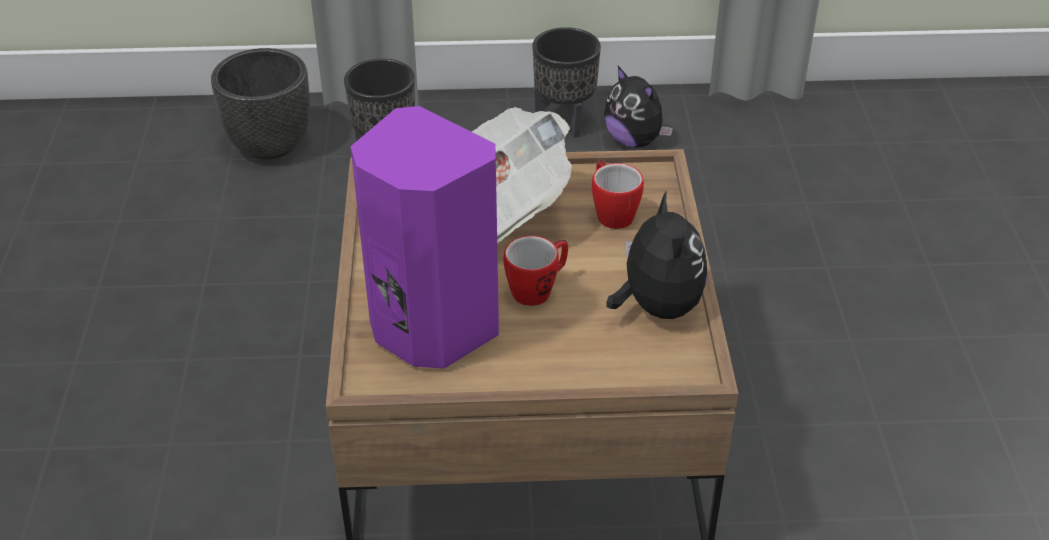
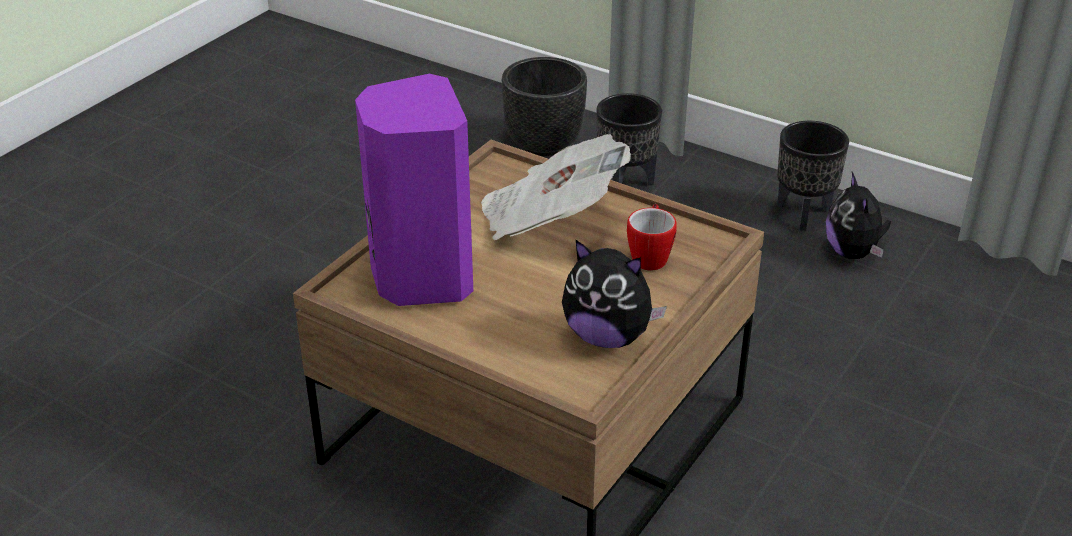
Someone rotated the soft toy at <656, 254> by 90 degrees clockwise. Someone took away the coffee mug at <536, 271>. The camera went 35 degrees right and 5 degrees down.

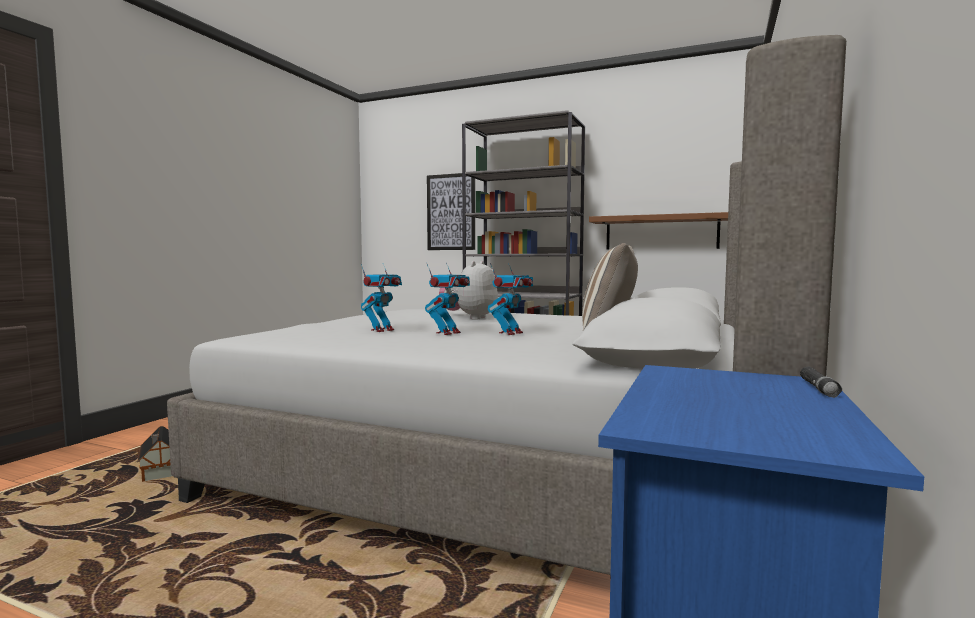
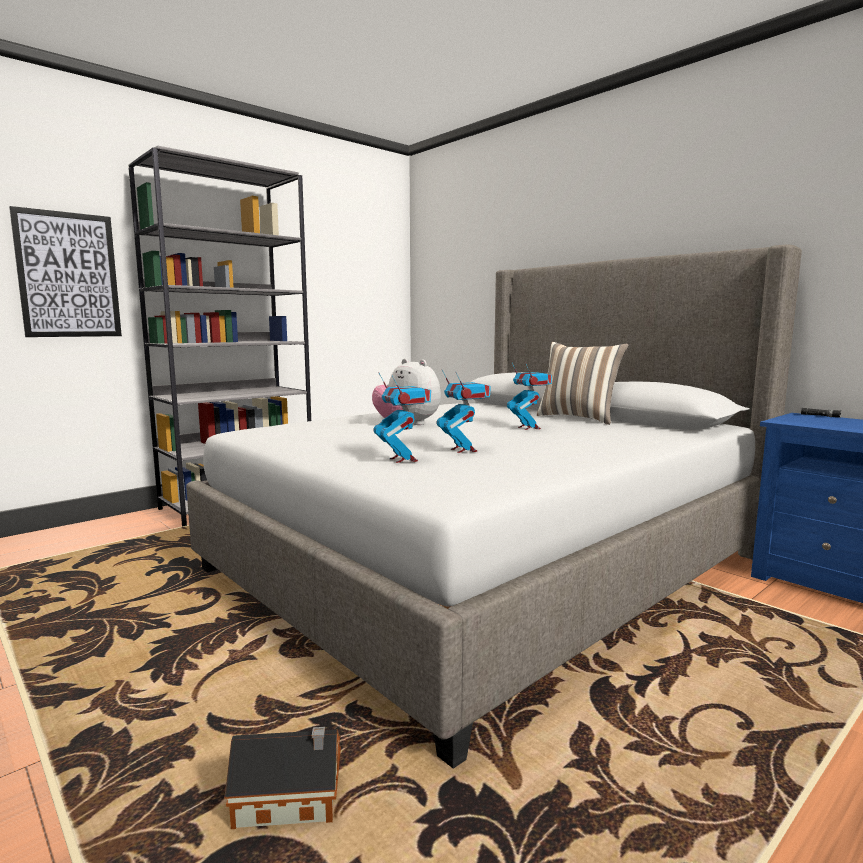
Someone carried the robot figure from <447, 299> to <402, 417>. Someone took away the wall shelf (brown) at <658, 230>. The camera went 65 degrees left and 5 degrees up.

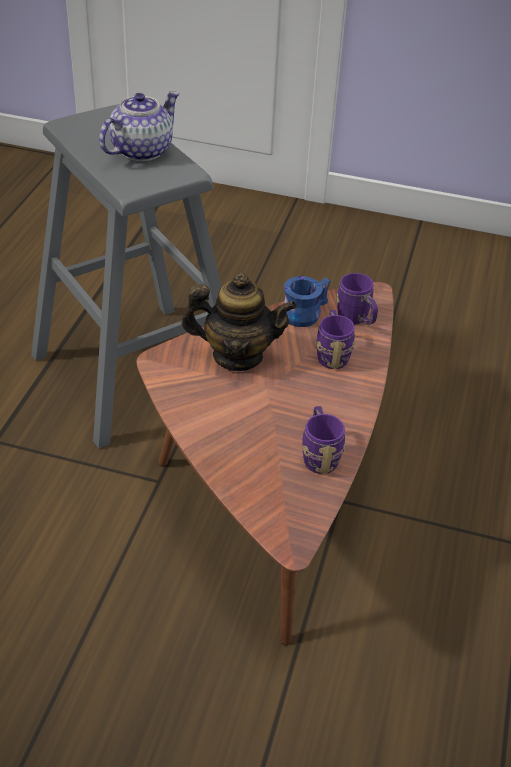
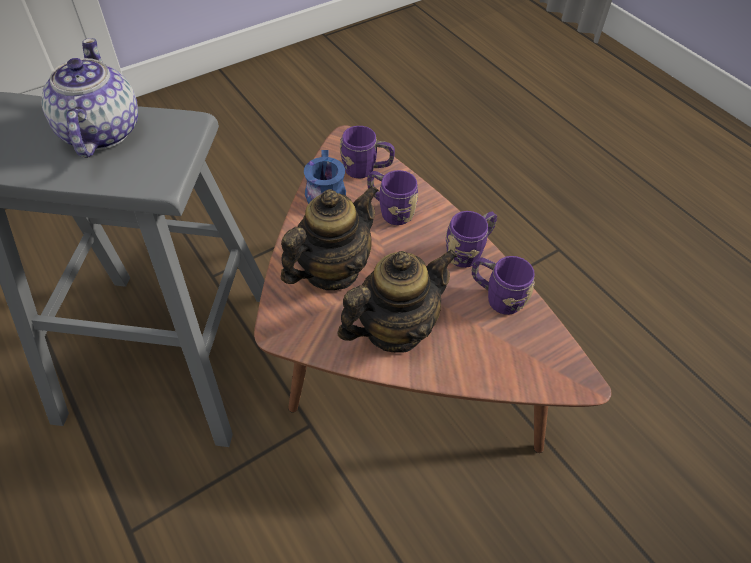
Someone put down the teapot at <398, 300>. Someone put down the coffee mug (purple) at <471, 239>. The camera went 50 degrees left and 10 degrees up.

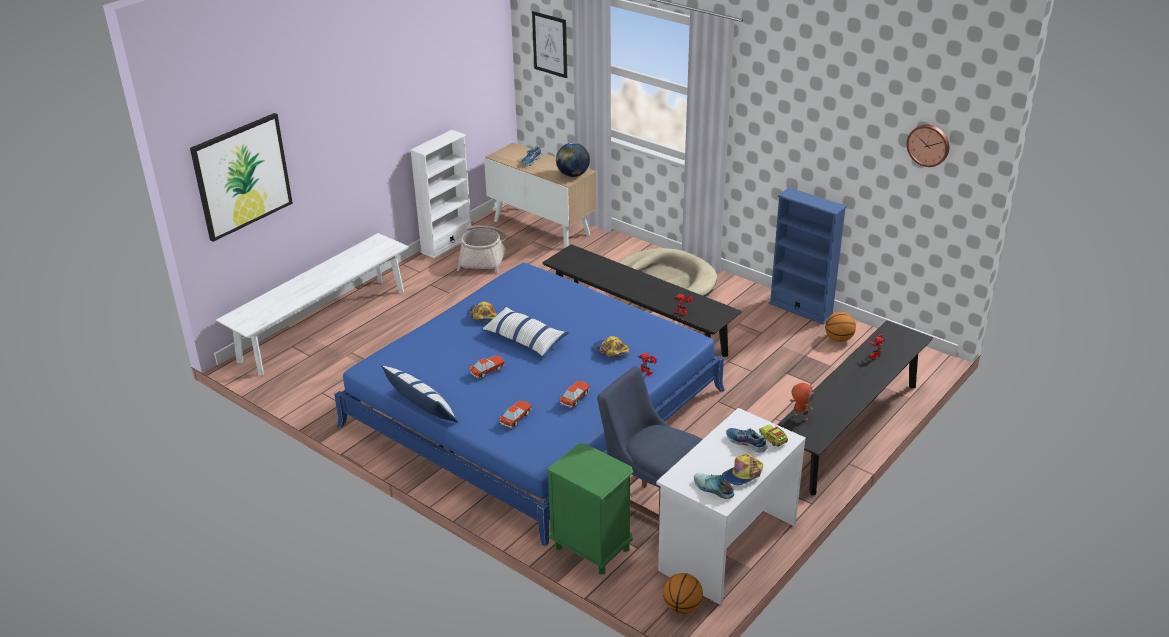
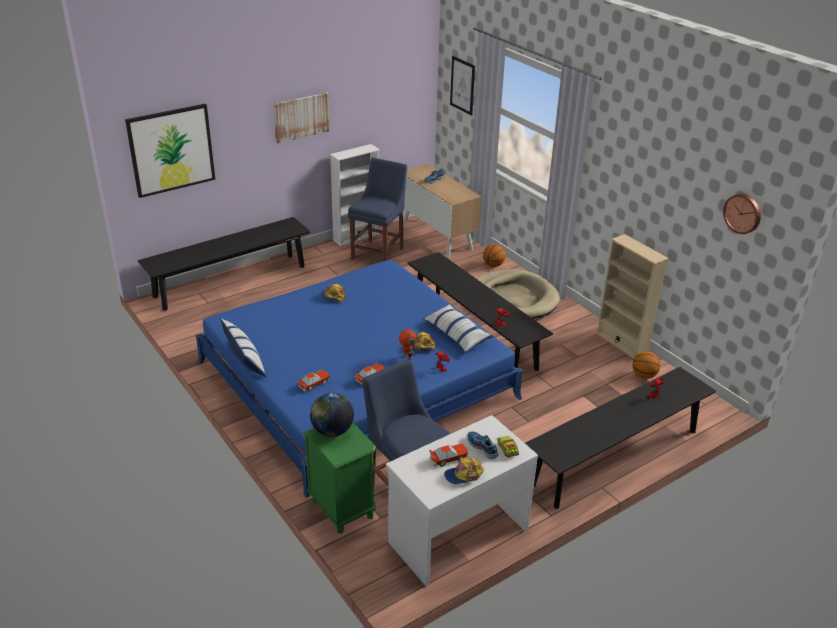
Someone repainted the bench (white-coloured) at <312, 304>, which became the bench (black) at <224, 264>. Someone put up the wall art at <301, 118>. Someone carried the desk globe from <573, 160> to <332, 415>. Someone swapped the basket at <482, 249> for the upright chair (bluish) at <377, 209>. Someone carried the robot figure from <802, 402> to <407, 345>. Someone carried the throw pillow from <524, 332> to <459, 328>. Someone carried the model car from <487, 367> to <448, 455>. Someone carried the basketball from <683, 593> to <494, 255>. Someone repainted the shelving unit (bluish) at <808, 256>, which became the shelving unit (beige) at <632, 296>. Someone took away the item of footwear at <714, 486>. The camera went 15 degrees right and 0 degrees up.

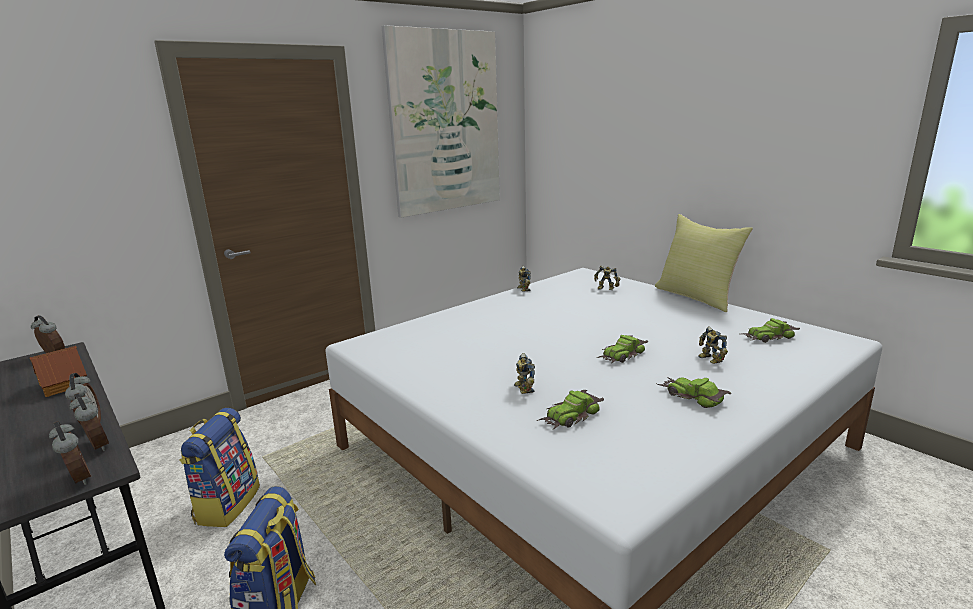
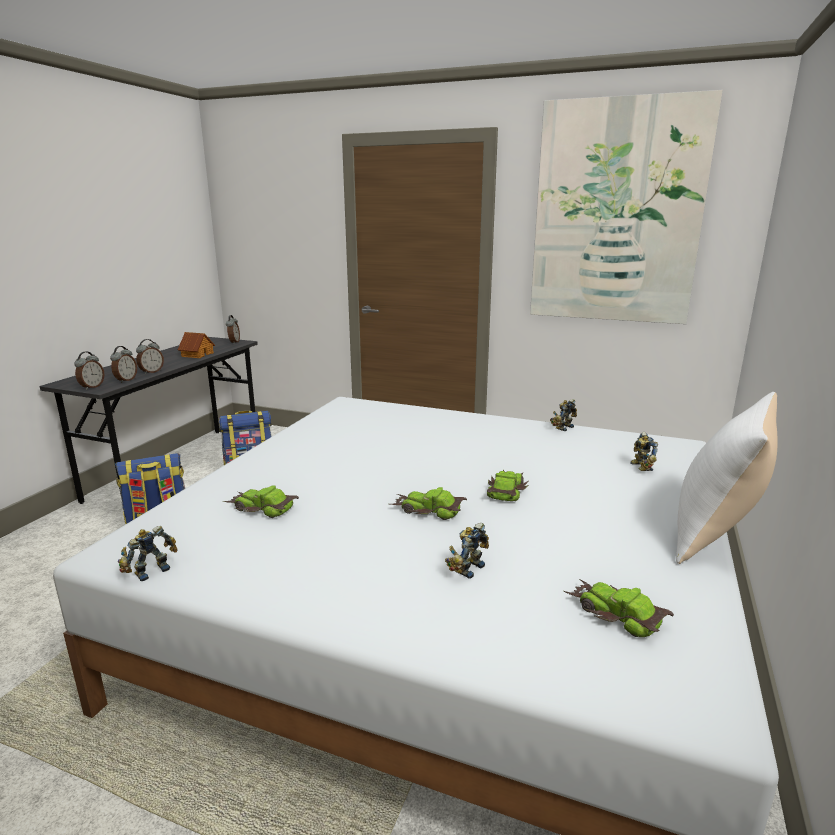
Someone carried the robot figure from <524, 373> to <148, 553>. Someone carried the model car from <694, 392> to <507, 485>. Someone repainted the throw pillow (yellow) at <704, 263>, which became the throw pillow (white-coloured) at <727, 478>. The camera went 60 degrees right and 0 degrees up.

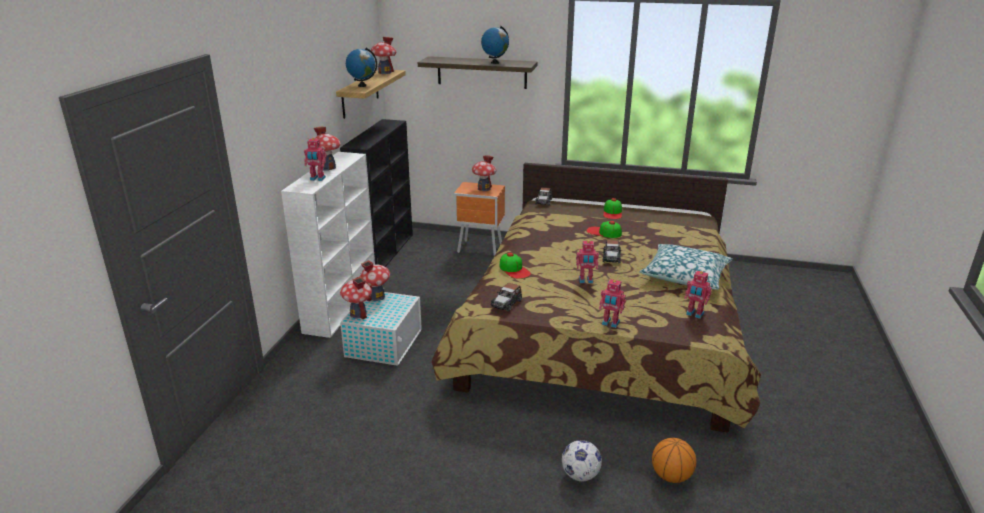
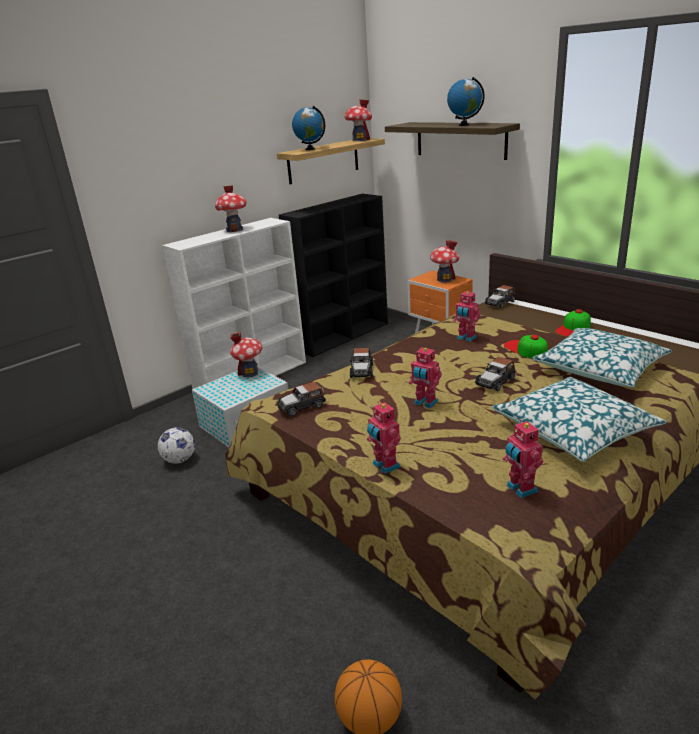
Someone carried the ball for football from <582, 461> to <176, 445>. Someone swapped the cap at <515, 266> for the model car at <361, 363>. Someone carried the robot figure from <315, 159> to <466, 316>. Someone put down the throw pillow at <602, 357>. Someone took away the miniature house at <356, 297>. The camera went 35 degrees right and 0 degrees up.

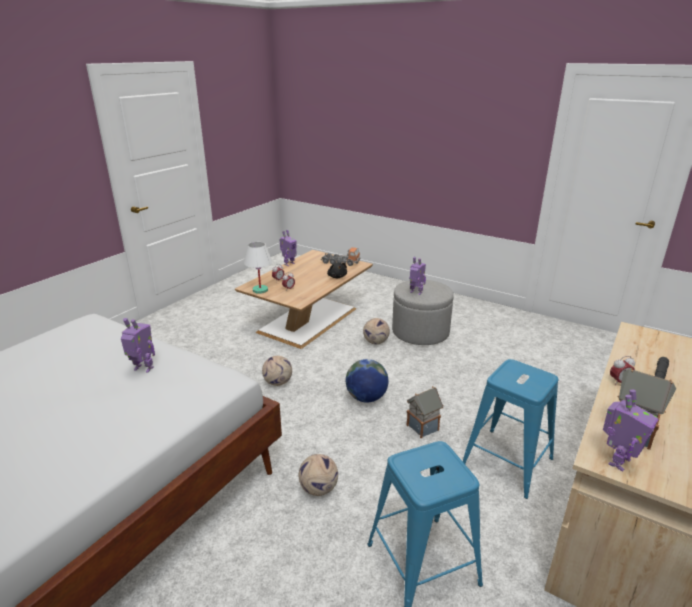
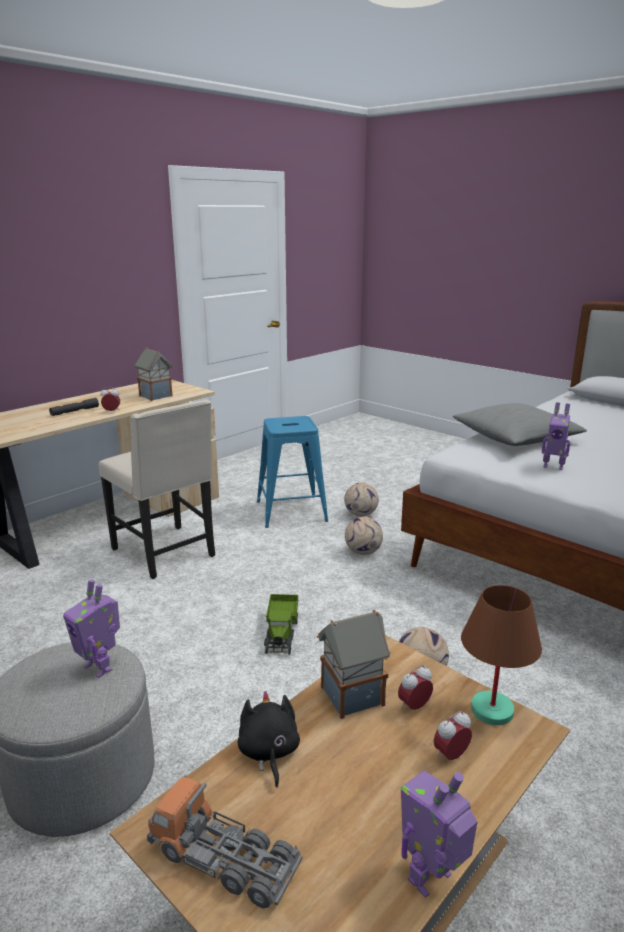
Someone swapped the sitting stool (bluish) at <511, 429> for the upright chair (beige) at <157, 489>. Someone swapped the desk globe at <367, 381> for the toy truck at <281, 624>. Someone carried the miniature house from <425, 412> to <354, 664>. Someone carried the ball for football from <376, 331> to <361, 500>. Someone put down the throw pillow (grey) at <520, 424>. Someone repainted the tabletop lamp (white-coloured) at <258, 268>, which became the tabletop lamp (brown) at <501, 655>. Someone took away the robot figure at <631, 430>. The camera went 170 degrees left and 5 degrees down.

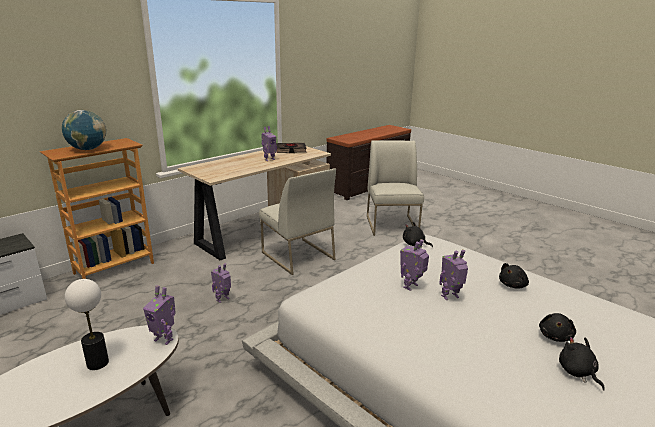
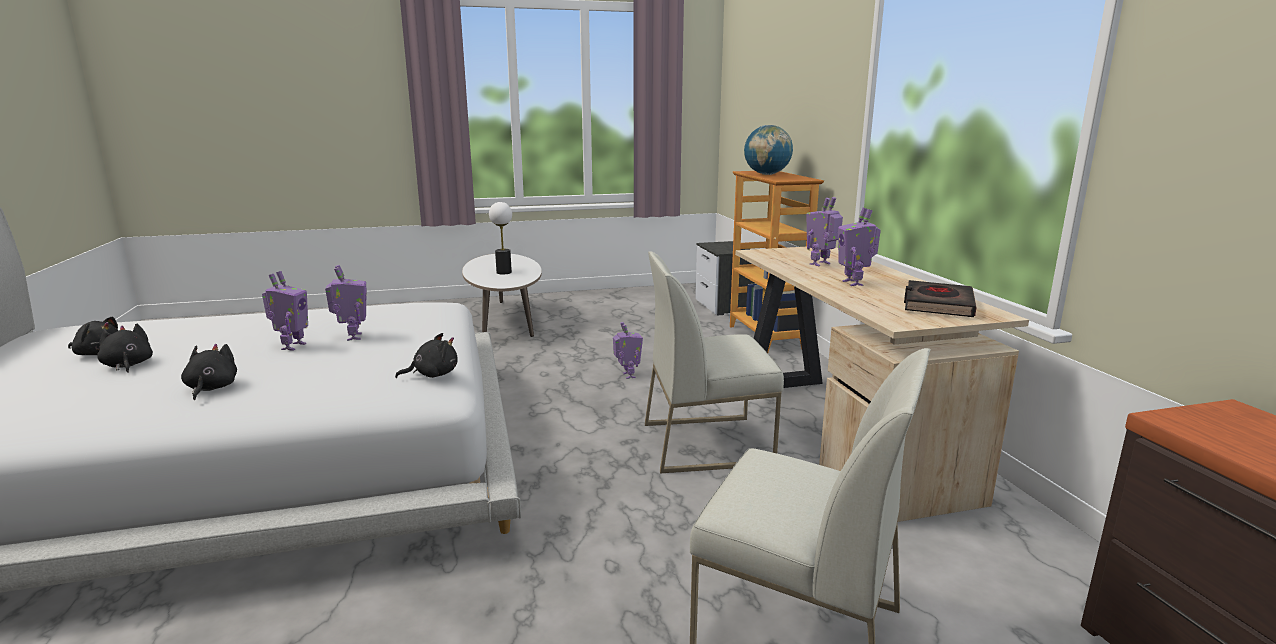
Someone carried the robot figure from <159, 315> to <824, 231>. The camera went 120 degrees right and 5 degrees down.

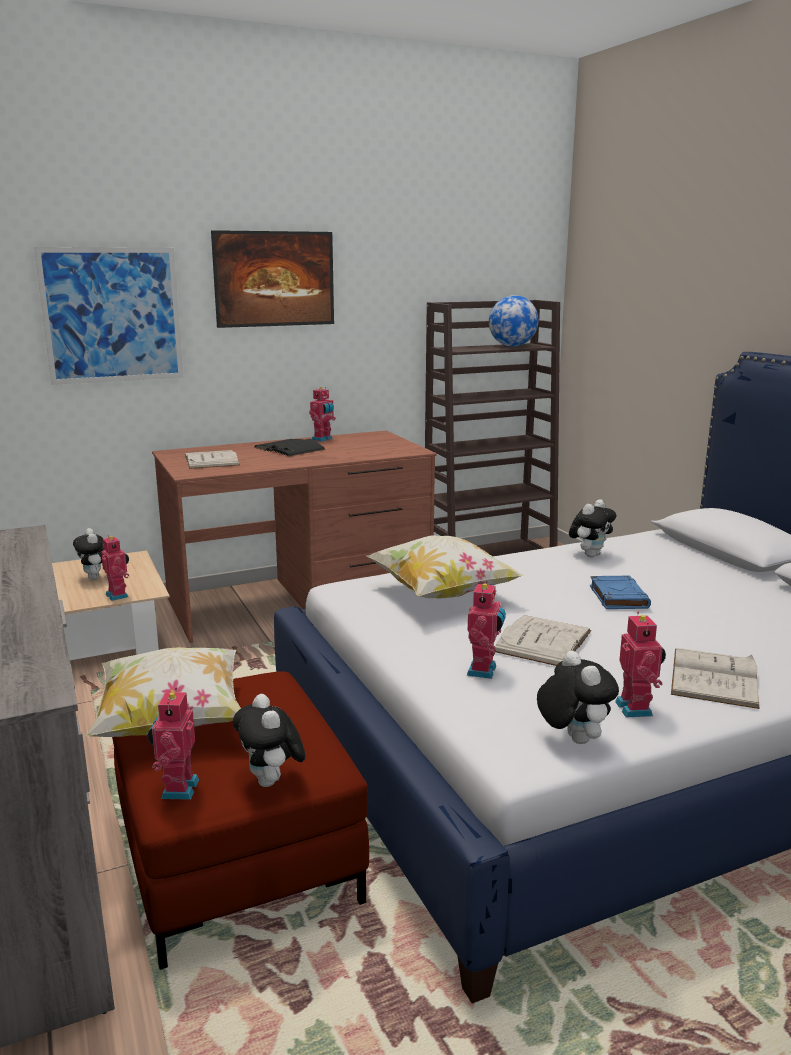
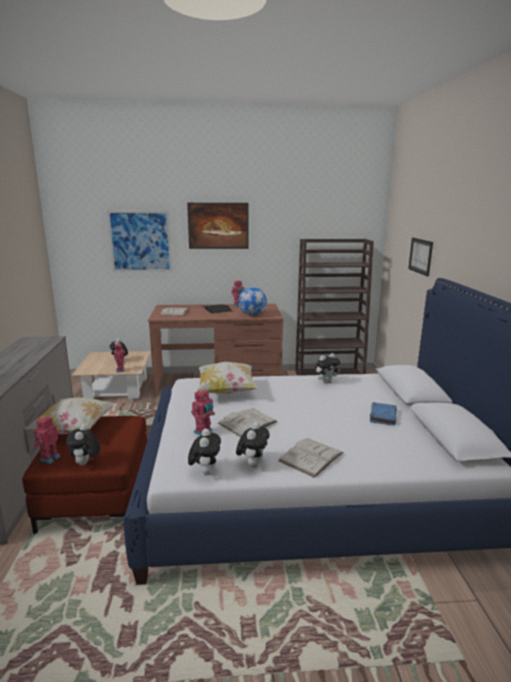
Someone swapped the robot figure at <640, 665> for the soft toy at <253, 445>. Someone carried the desk globe from <514, 321> to <252, 301>. Someone carried the volume (bluish) from <620, 592> to <383, 414>. Someone put up the wall art at <420, 257>. The camera went 20 degrees right and 0 degrees up.

